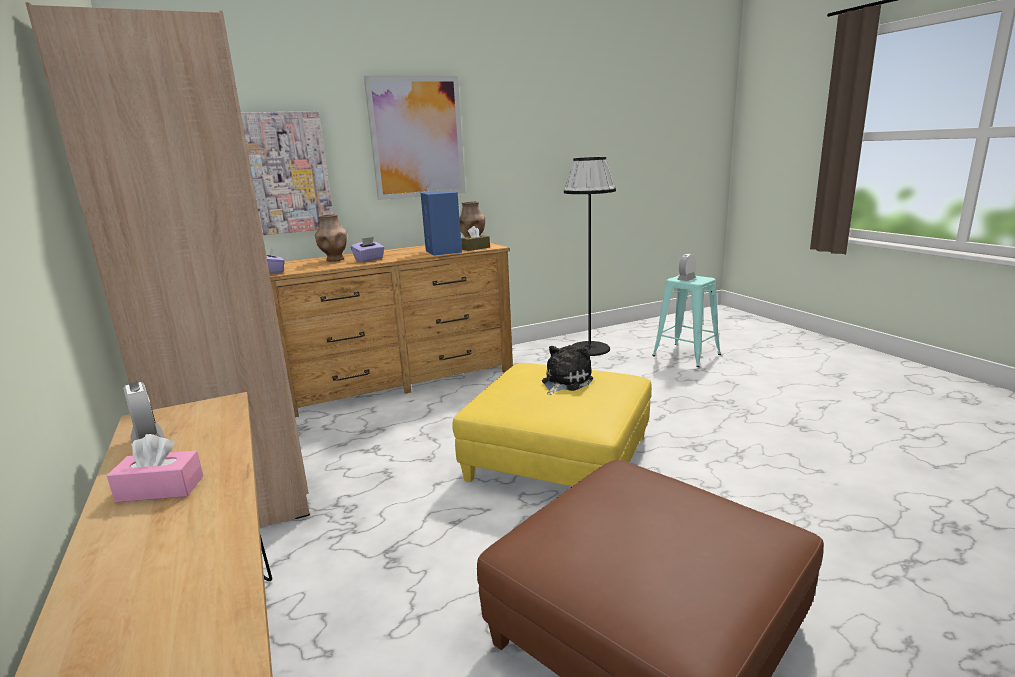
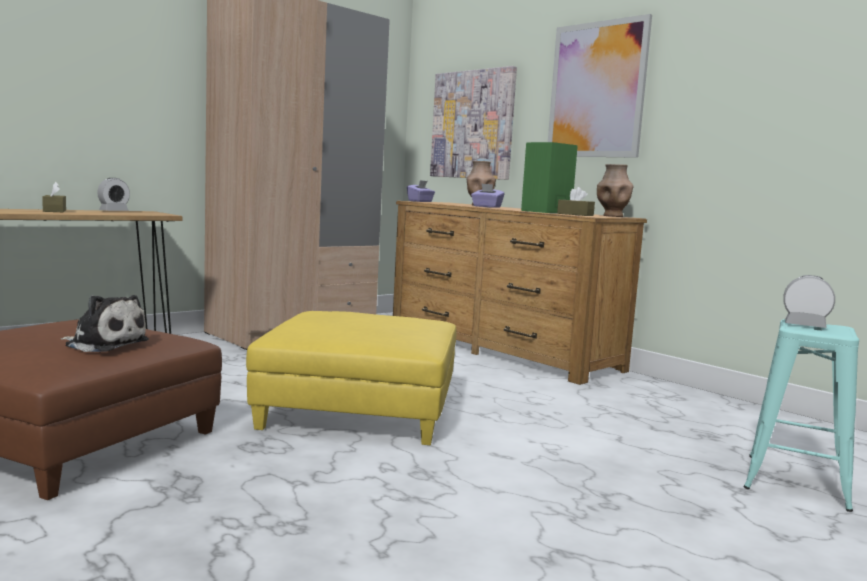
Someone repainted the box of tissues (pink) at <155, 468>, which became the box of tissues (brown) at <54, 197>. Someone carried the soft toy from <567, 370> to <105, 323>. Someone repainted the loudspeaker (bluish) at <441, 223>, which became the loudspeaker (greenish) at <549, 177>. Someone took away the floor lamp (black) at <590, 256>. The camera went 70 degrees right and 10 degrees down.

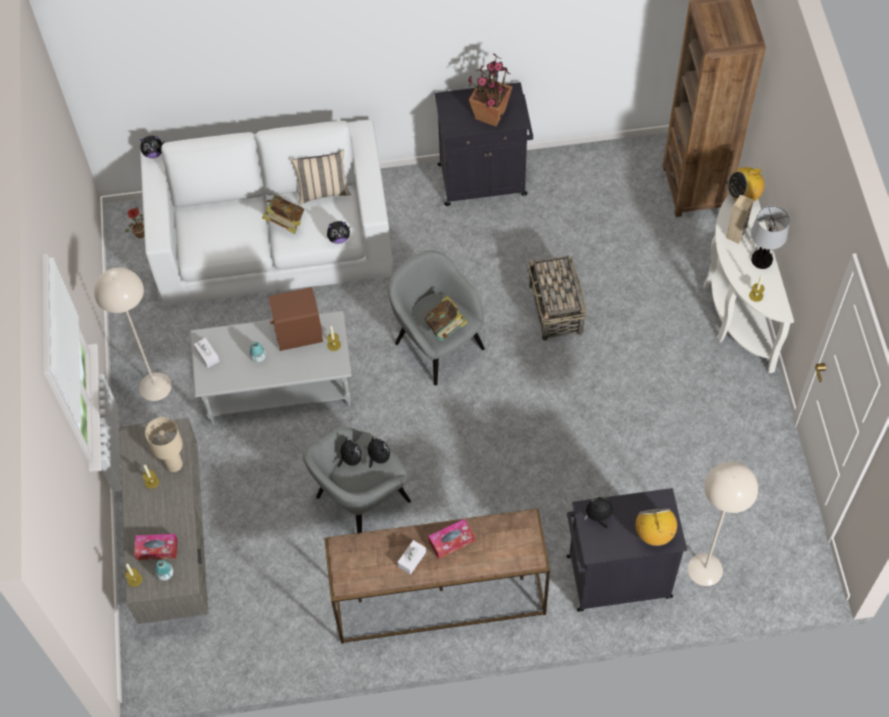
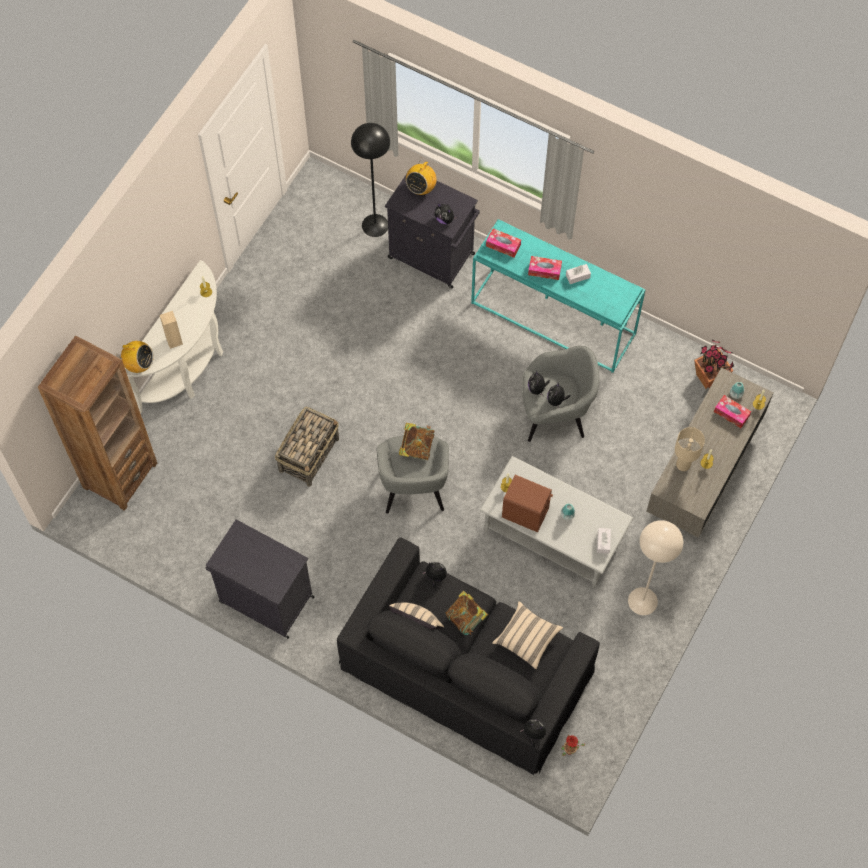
Someone repainted the sofa (white-coloured) at <267, 213>, which became the sofa (black) at <468, 656>. Someone repainted the floor lamp (beige) at <723, 524>, which became the floor lamp (black) at <370, 180>. Someone repainted the hall table (brown) at <437, 576>, which became the hall table (turquoise) at <558, 296>. Someone put down the box of tissues at <503, 243>. Someone put down the throw pillow (beige) at <527, 635>. Someone carried the houseplant from <490, 90> to <714, 364>. Someone took away the tabletop lamp at <770, 237>. The camera went 145 degrees left and 5 degrees up.

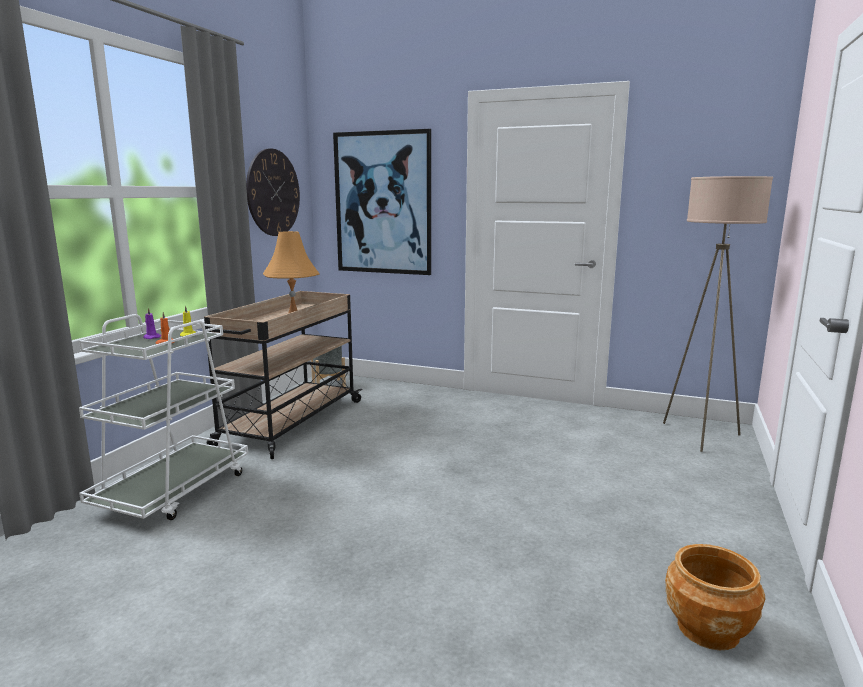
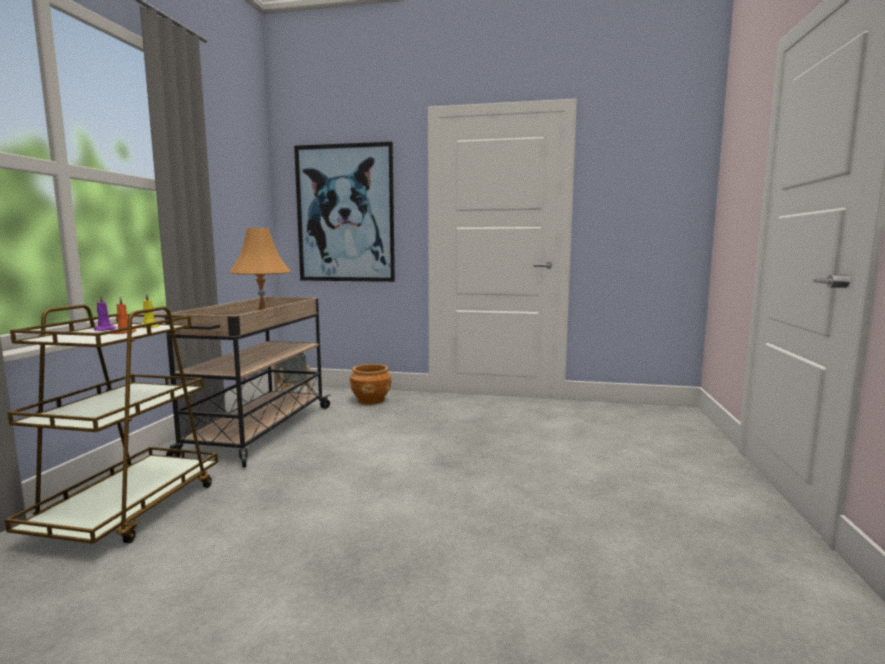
Someone repainted the trolley (white-coloured) at <163, 417>, which became the trolley (brown) at <111, 424>. Someone carried the plant pot (brown) from <715, 597> to <370, 384>. Someone took away the hanging clock at <273, 192>. Someone took away the floor lamp (beige) at <718, 314>. The camera went 10 degrees left and 5 degrees down.

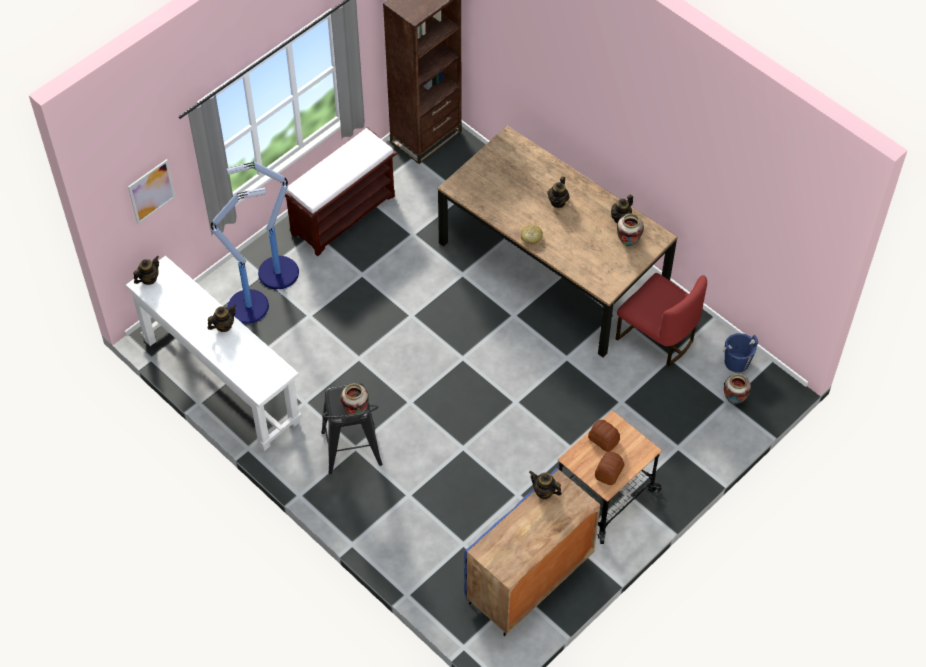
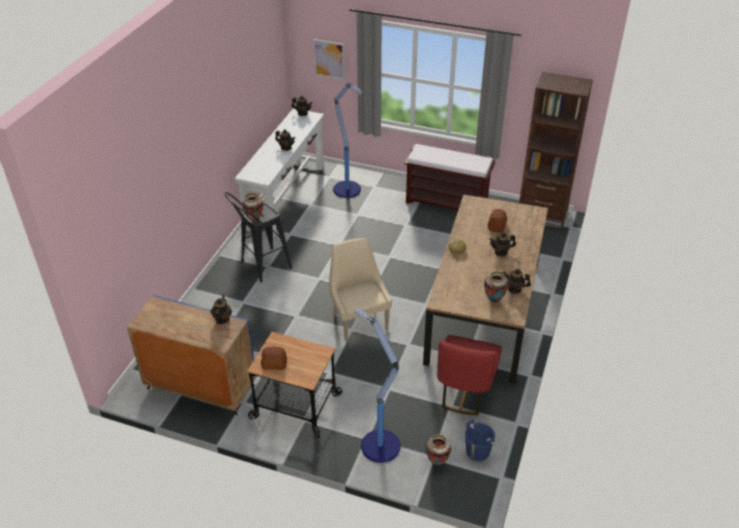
Someone put down the upright chair (beige) at <360, 289>. Someone carried the floor lamp from <262, 225> to <377, 385>. Someone carried the bread from <604, 436> to <497, 221>. The camera went 65 degrees right and 15 degrees down.

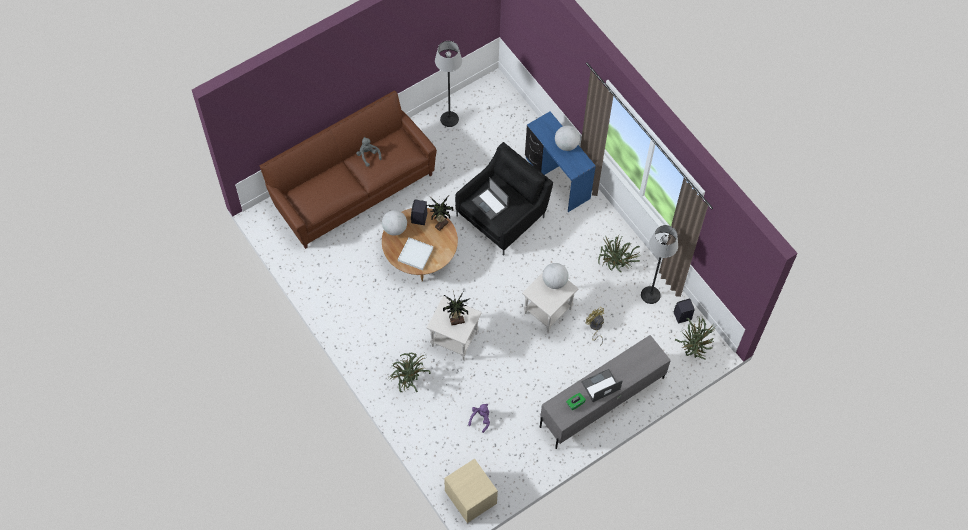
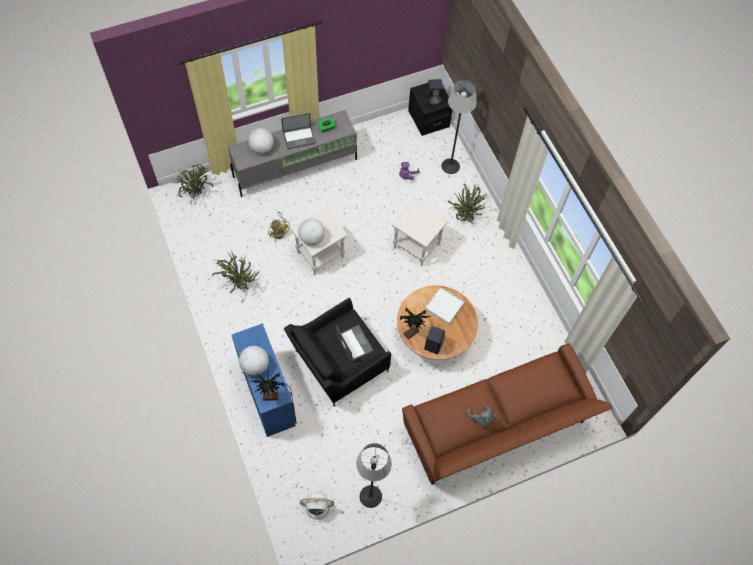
Someone carried the desk globe from <394, 223> to <261, 141>. Someone carried the houseplant from <456, 308> to <269, 386>. Someone put down the electric fan (white-coloured) at <317, 508>. Someone repainted the night table (beige) at <471, 491>, which became the night table (black) at <430, 109>. Someone carried the loudspeaker (black) from <684, 311> to <434, 92>. Someone carried the floor lamp from <659, 264> to <459, 127>. The camera went 170 degrees left and 0 degrees up.

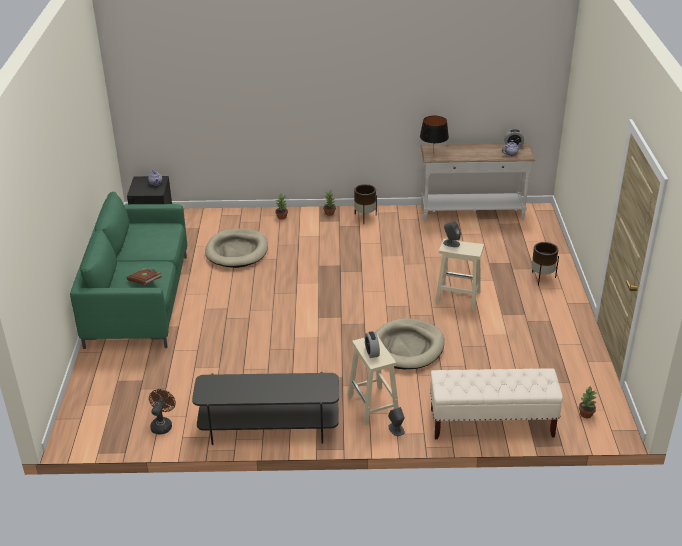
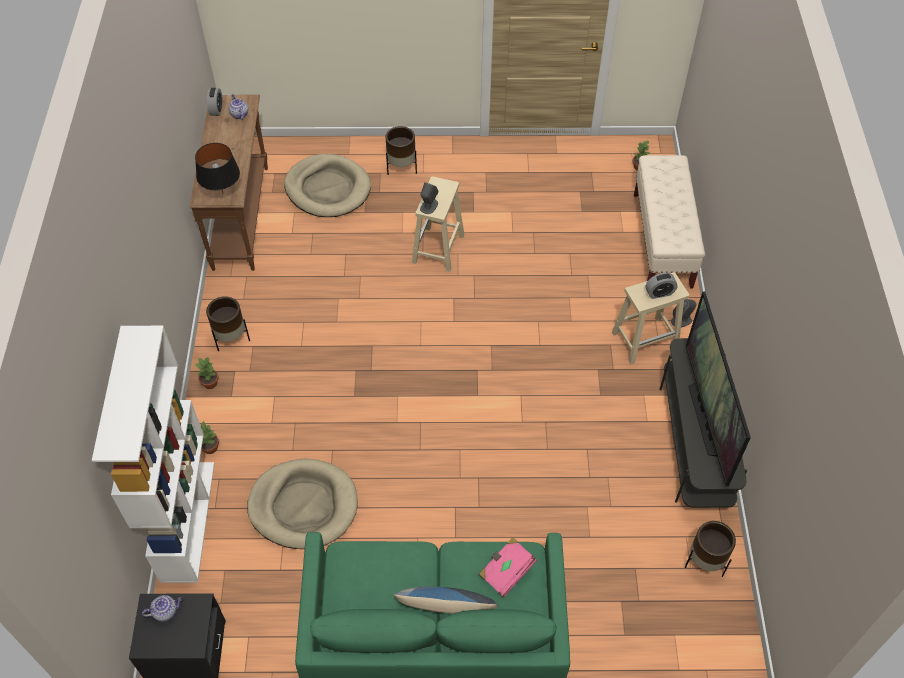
Someone put down the shelving unit (white-coloured) at <153, 454>. Someone repainted the hall table (white-coloured) at <478, 182>, which became the hall table (brown) at <229, 183>. Someone carried the dog cushion (beige) from <410, 343> to <327, 185>. Someone put down the throw pillow at <445, 600>. Someone repainted the volume (brown) at <144, 276>, which became the volume (pink) at <508, 567>. Someone swapped the electric fan (brown) at <162, 411> for the plant pot (brown) at <710, 549>. Someone put down the TV set at <718, 389>. The camera went 90 degrees left and 20 degrees up.

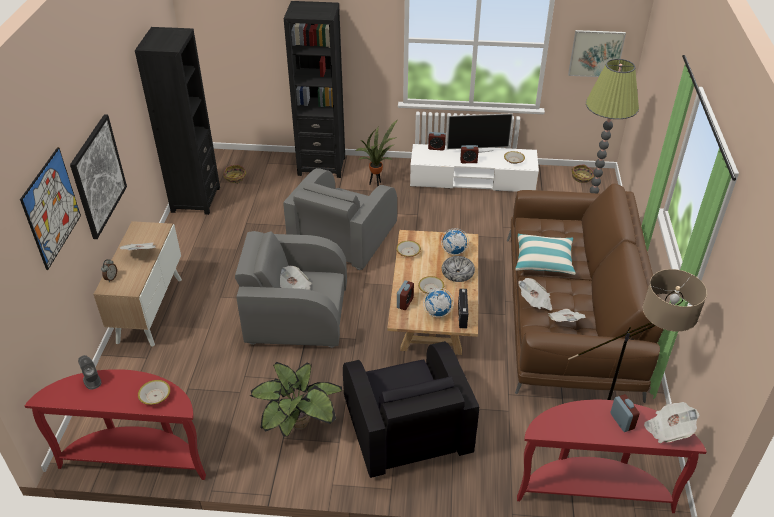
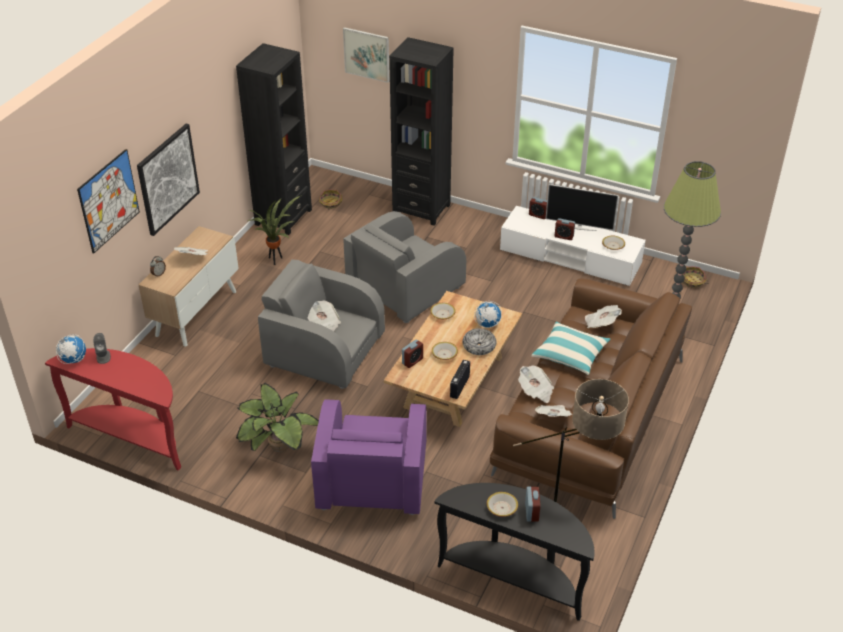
Someone carried the desk globe from <438, 302> to <71, 349>. Someone carried the houseplant from <376, 153> to <274, 230>. Someone repainted the easy chair (black) at <411, 409>, which became the easy chair (purple) at <369, 457>. Someone carried the wall art from <597, 53> to <366, 55>. Someone repainted the hall table (red) at <611, 456>, which became the hall table (black) at <514, 552>. Someone carried the serving bowl from <154, 392> to <502, 504>. Someone carried the daily paper from <672, 422> to <603, 316>. The camera went 20 degrees right and 0 degrees up.

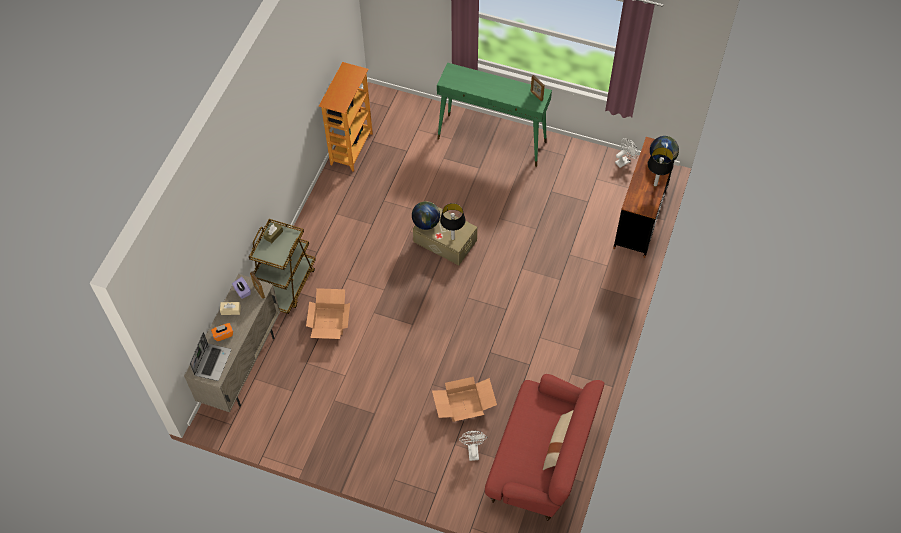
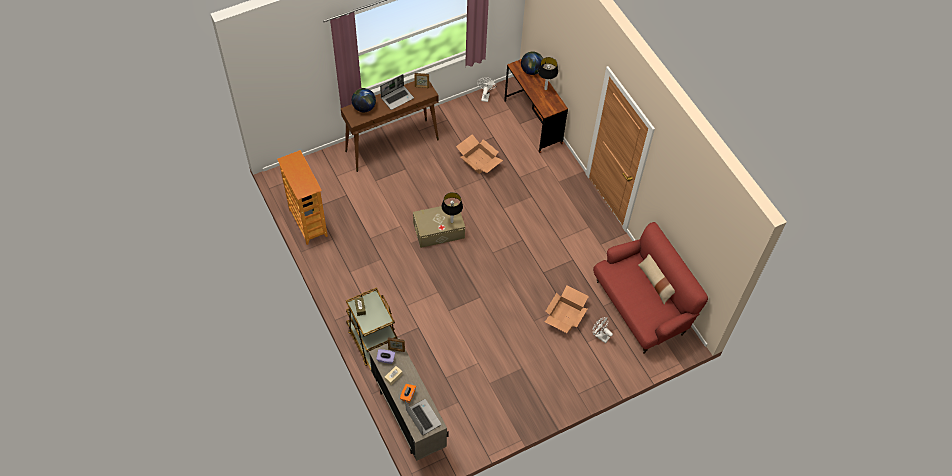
Someone repainted the hall table (greenish) at <494, 114>, which became the hall table (brown) at <390, 126>. Someone carried the desk globe from <426, 215> to <364, 100>. Someone put down the notebook computer at <397, 92>. Someone carried the cardboard box from <328, 313> to <479, 154>. The camera went 50 degrees left and 0 degrees up.

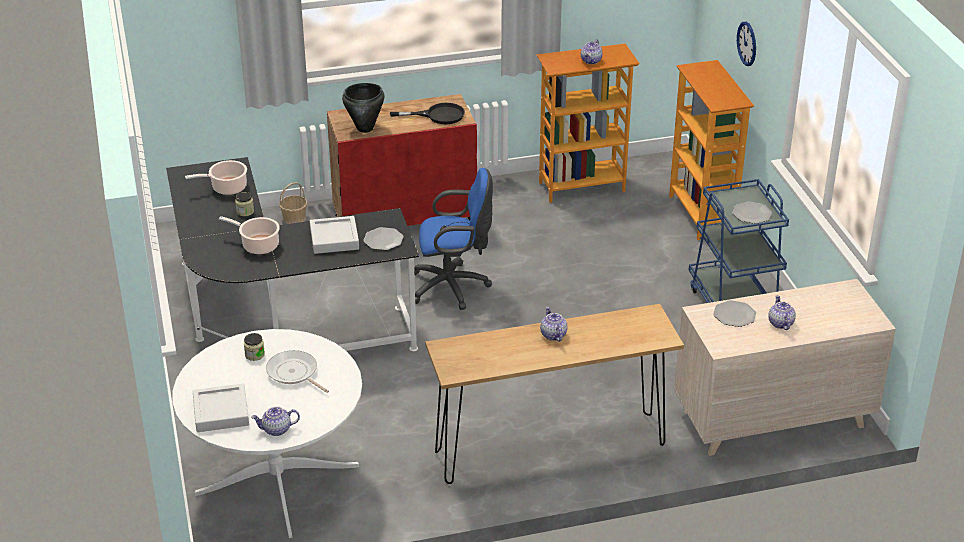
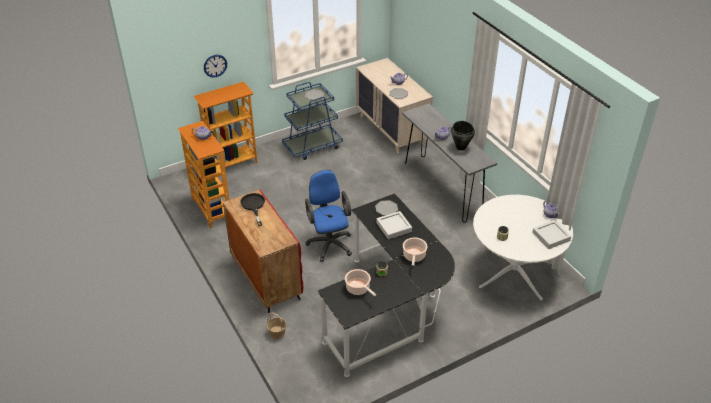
Someone repainted the hall table (brown) at <554, 394>, which became the hall table (grey) at <449, 163>. Someone carried the stockpot (black) from <363, 108> to <463, 136>. Someone took away the skillet at <297, 371>. The camera went 105 degrees left and 5 degrees up.

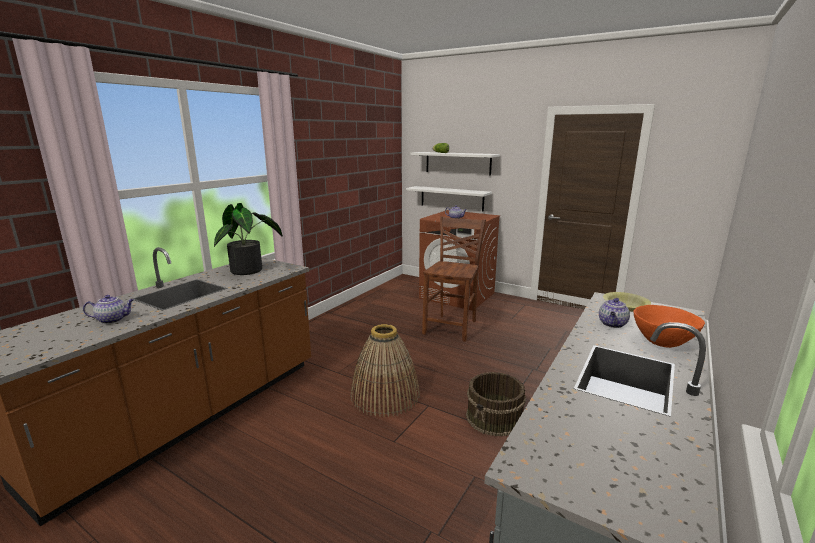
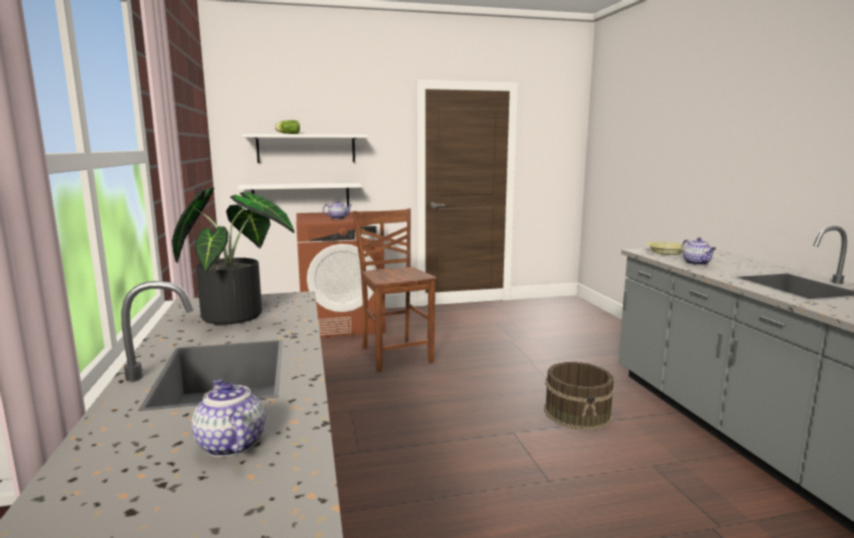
Someone rotated the teapot at <108, 309> by 60 degrees counterclockwise. Someone took away the basket at <385, 370>. Someone took away the serving bowl (orange) at <669, 326>. The camera went 45 degrees left and 5 degrees down.

